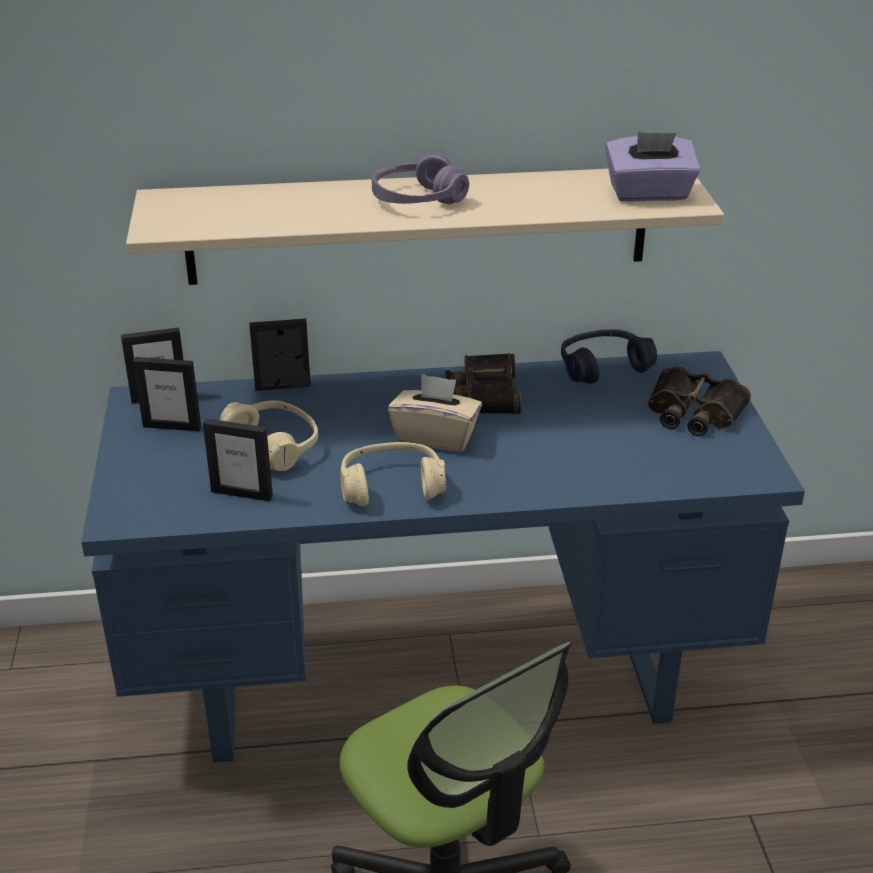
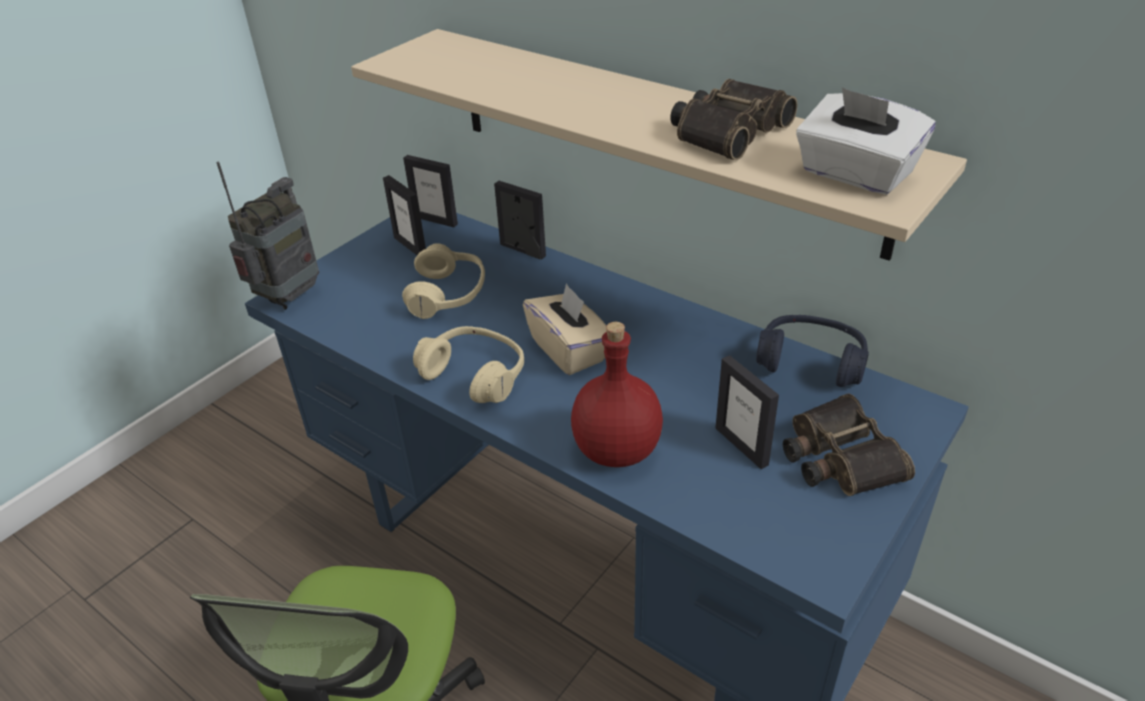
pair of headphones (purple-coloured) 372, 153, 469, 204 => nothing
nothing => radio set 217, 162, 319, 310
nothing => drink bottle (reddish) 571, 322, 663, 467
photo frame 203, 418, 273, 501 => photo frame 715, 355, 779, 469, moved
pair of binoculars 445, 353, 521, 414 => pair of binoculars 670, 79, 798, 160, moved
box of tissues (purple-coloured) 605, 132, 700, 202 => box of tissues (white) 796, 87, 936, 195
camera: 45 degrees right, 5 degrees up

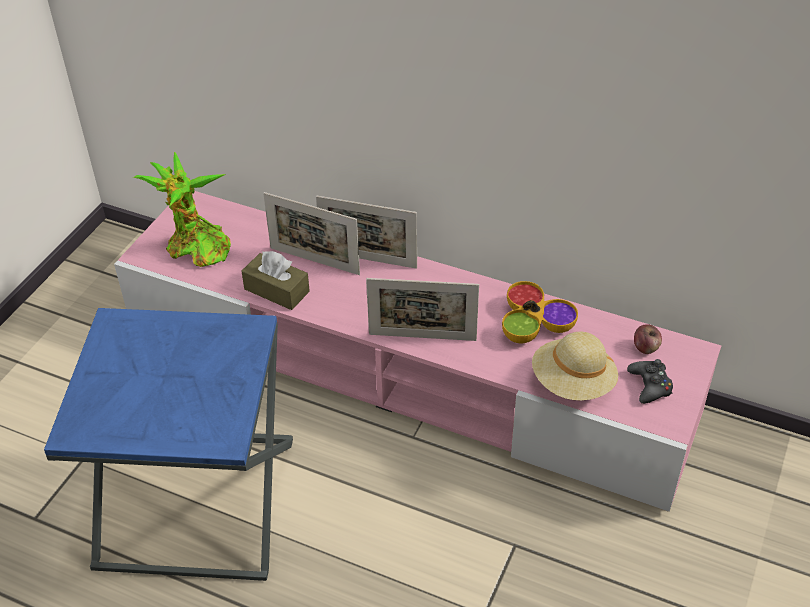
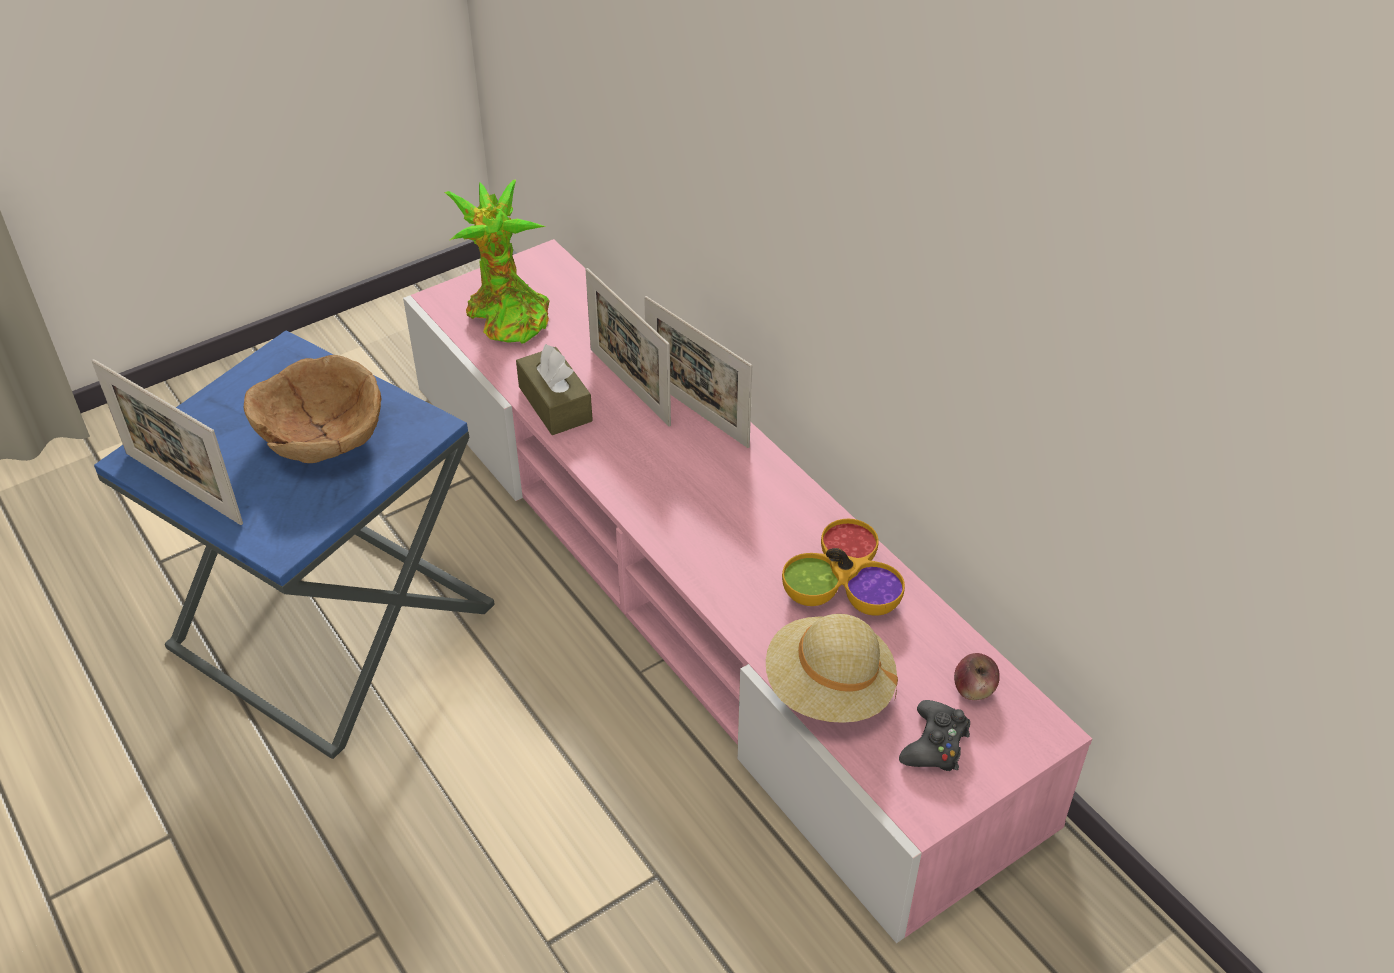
nothing => deep dish (brownish) 244, 355, 381, 463
photo frame 366, 278, 479, 341 => photo frame 92, 359, 243, 525, moved
camera: 30 degrees right, 0 degrees up

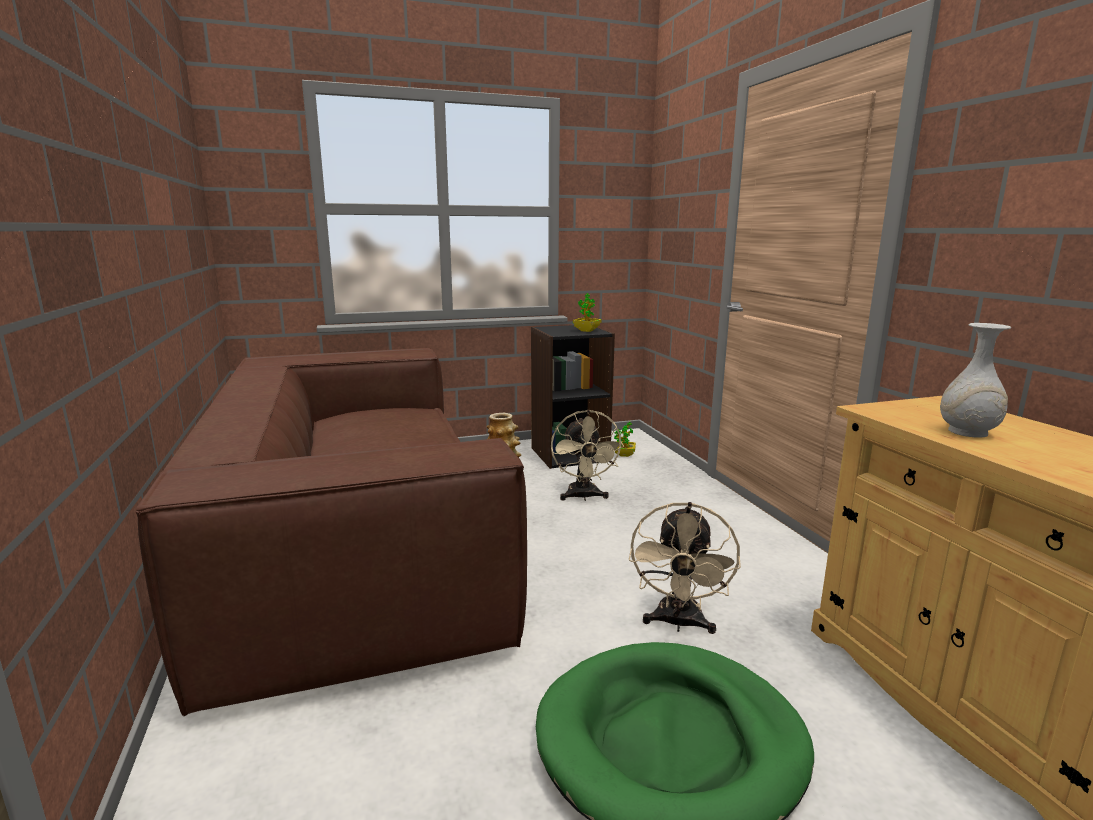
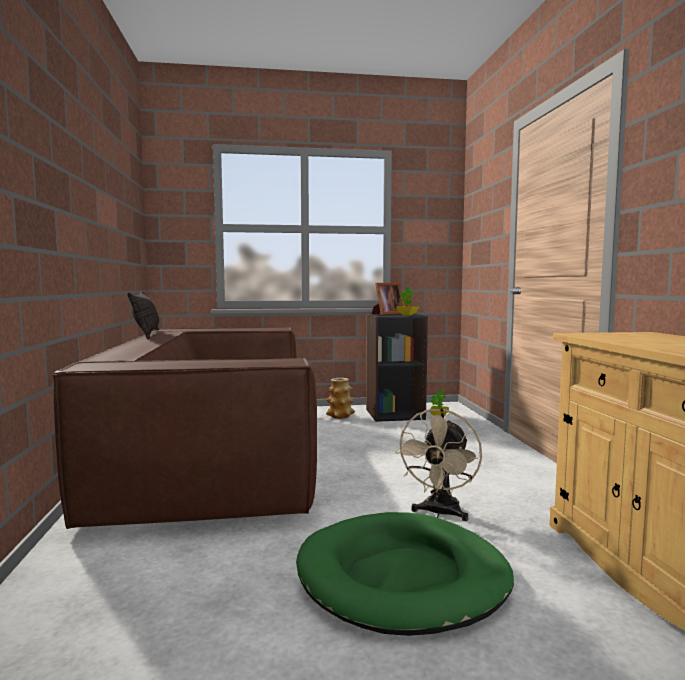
electric fan (beige) 551, 410, 624, 501 => nothing
decorative vase (white) 940, 323, 1011, 438 => nothing
nothing => cushion 128, 291, 159, 339
nothing => photo frame 372, 283, 404, 315
camera: 10 degrees right, 10 degrees down

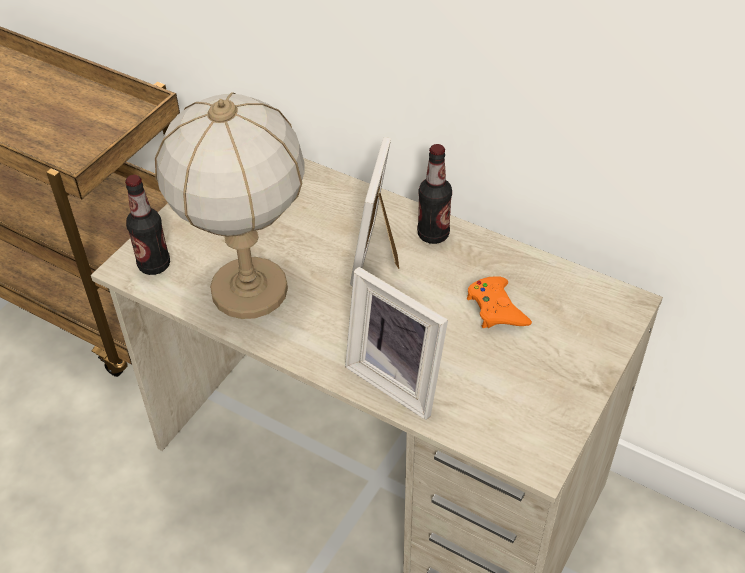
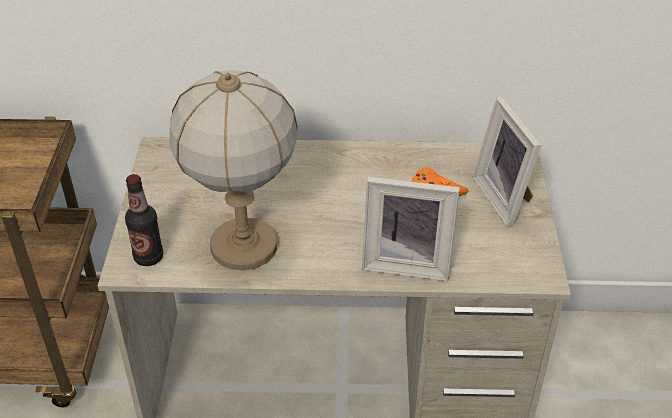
drink bottle 417, 144, 452, 244 => nothing
photo frame 350, 137, 399, 286 => photo frame 473, 97, 542, 227, moved
camera: 30 degrees left, 5 degrees down

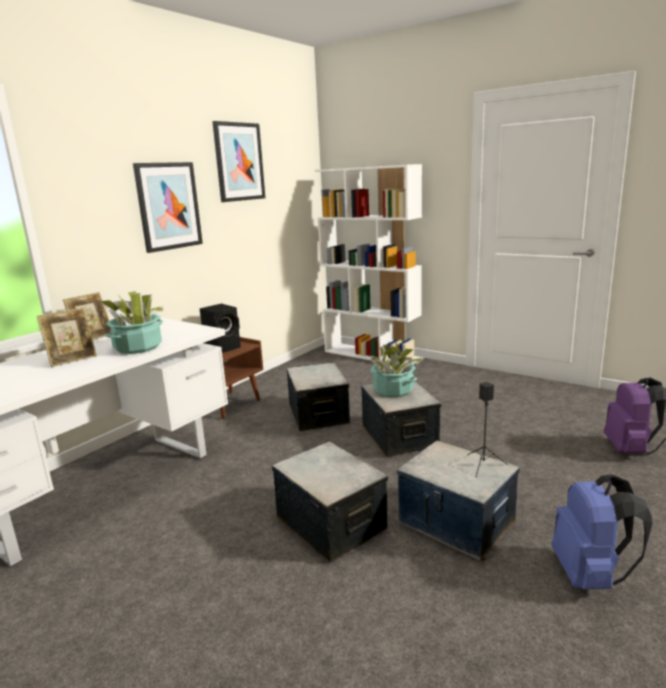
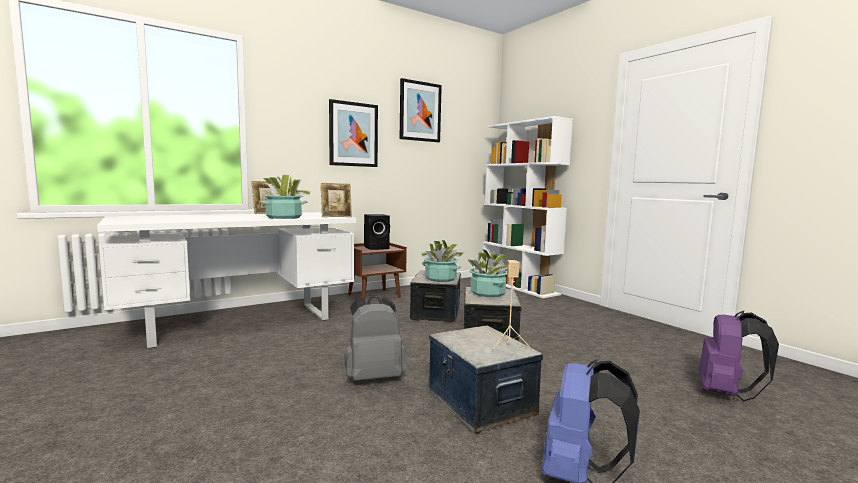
nothing => houseplant 421, 240, 464, 282
photo frame 37, 308, 97, 367 => photo frame 321, 183, 352, 217, moved
storage bin 272, 442, 388, 563 => knapsack (grey) 345, 295, 407, 381
speaker (blackish) 467, 382, 508, 477 => speaker (beige) 492, 260, 533, 351
camera: 20 degrees right, 10 degrees down

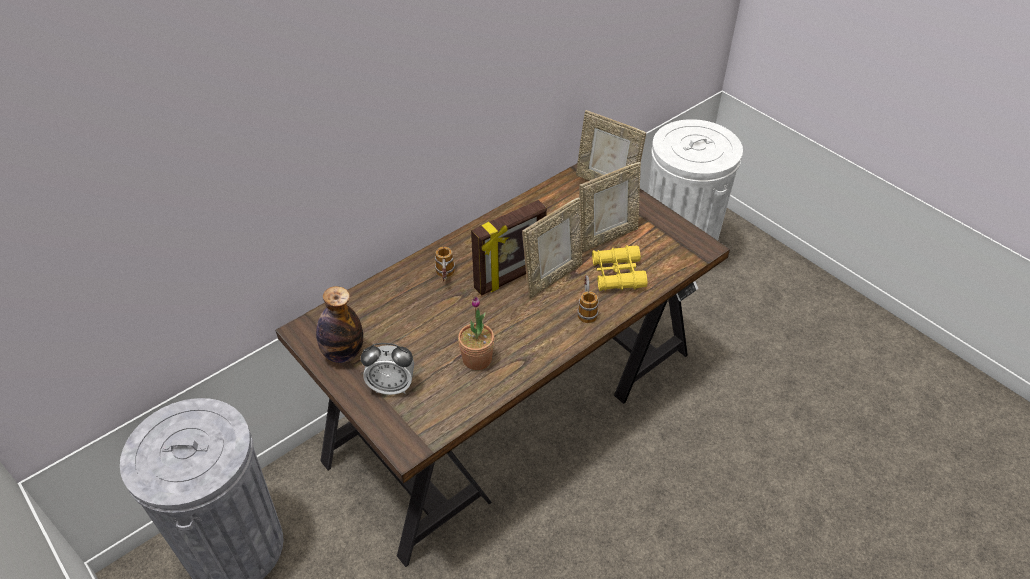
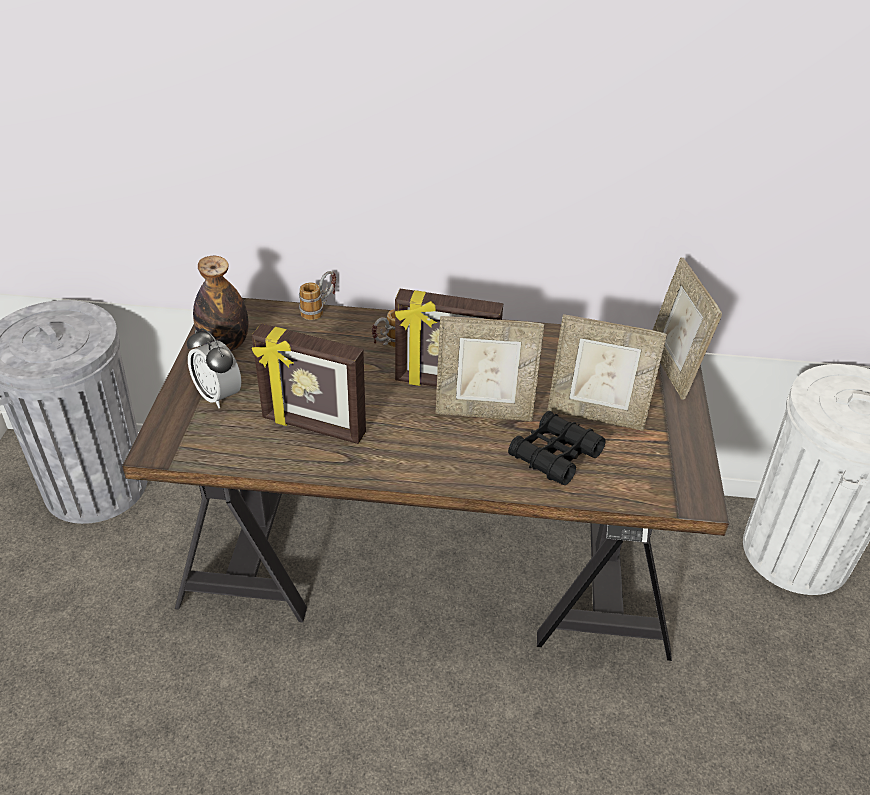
mug 577, 275, 599, 323 => mug 299, 271, 336, 320, moved
houseplant 458, 296, 494, 370 => photo frame 252, 323, 366, 444
pair of binoculars (yellow) 592, 245, 647, 291 => pair of binoculars (blackish) 508, 411, 606, 485
camera: 45 degrees right, 5 degrees down

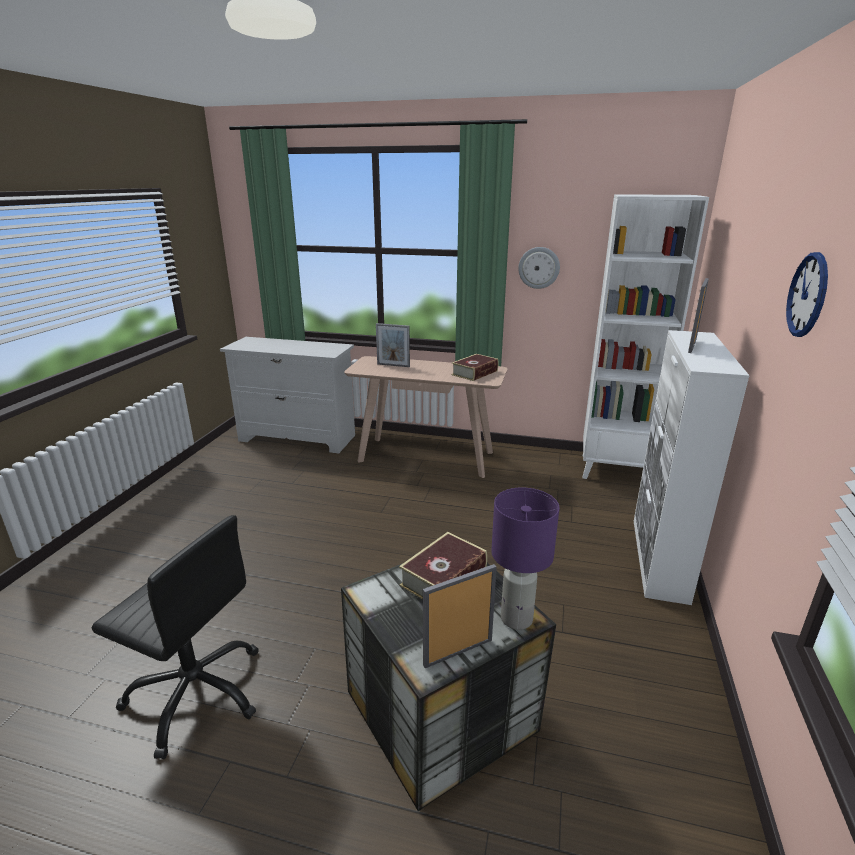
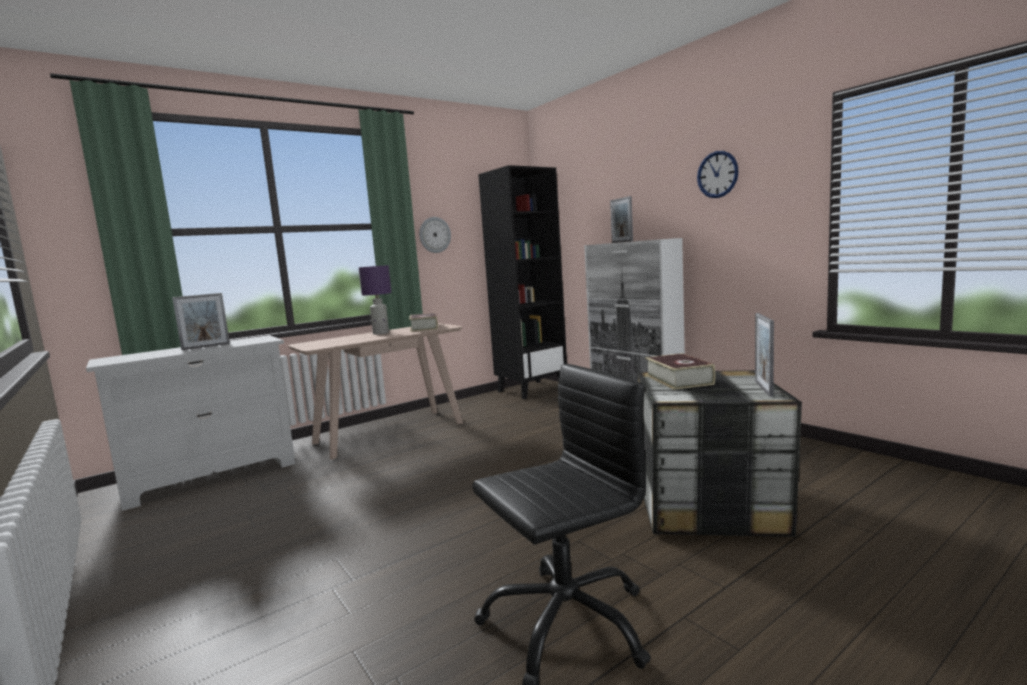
photo frame 376, 323, 410, 367 => photo frame 172, 293, 230, 350, moved
table lamp (purple-coloured) 491, 487, 559, 630 => table lamp (purple-coloured) 359, 265, 391, 335, moved
bookcase (white) 582, 194, 709, 479 => bookcase (blackish) 478, 165, 567, 399
camera: 50 degrees left, 15 degrees down

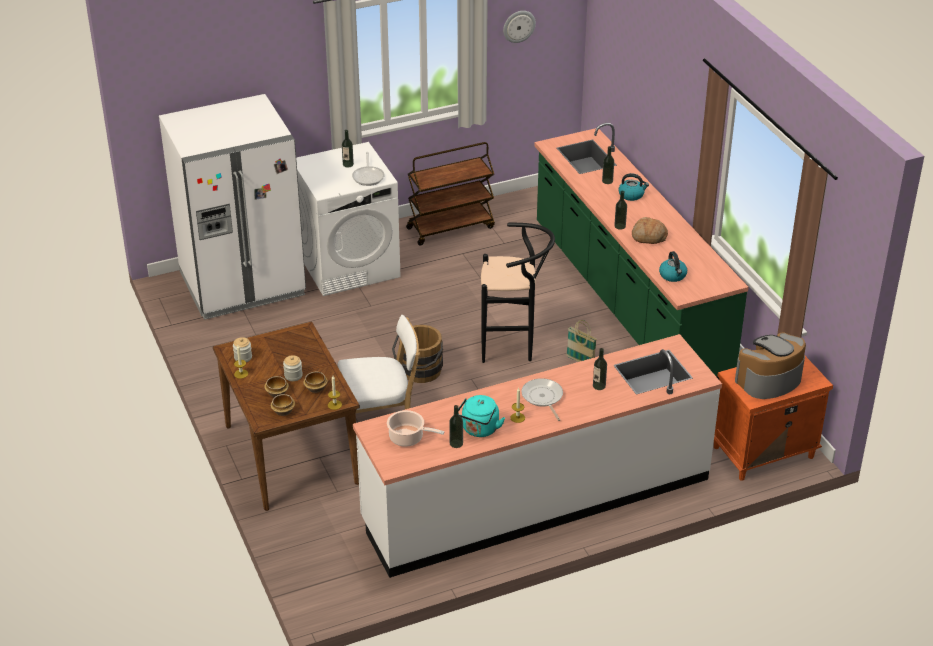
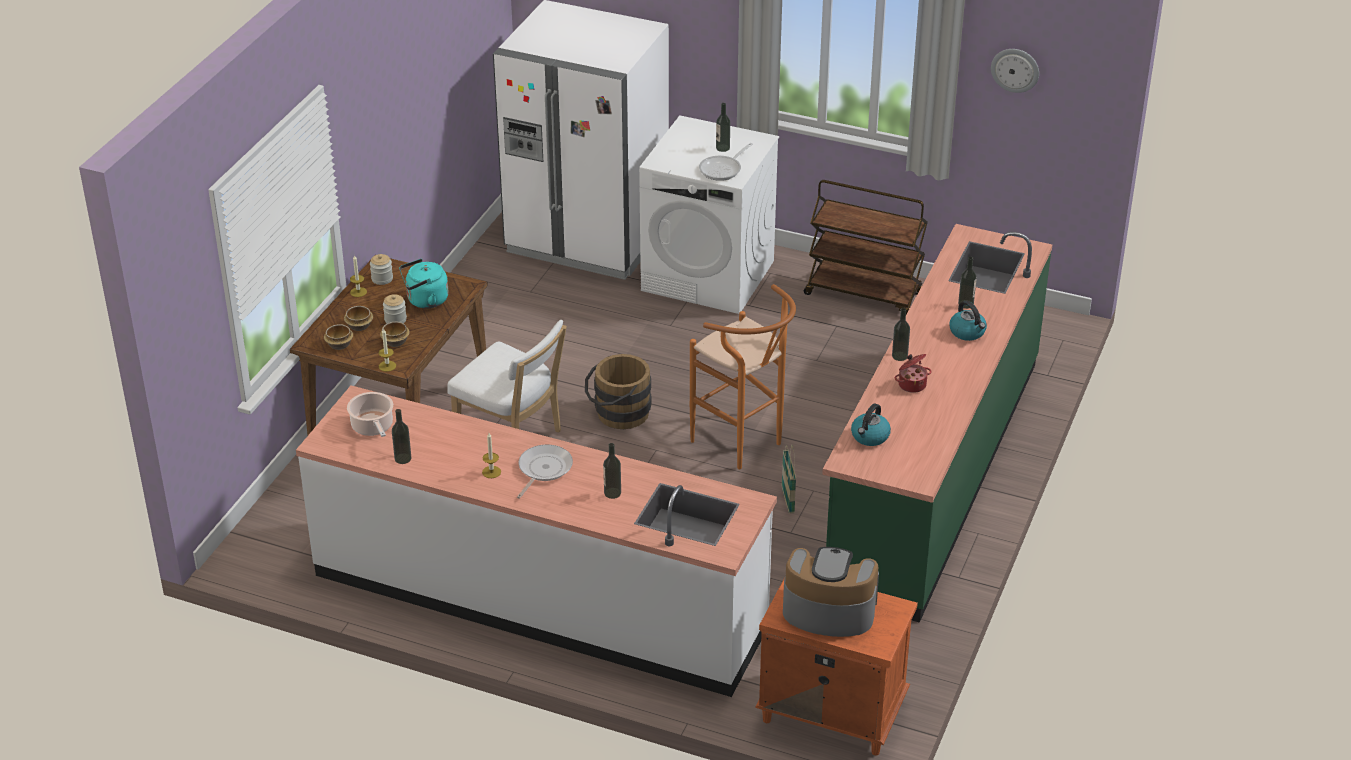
water kettle (blue-green) 458, 395, 505, 437 => water kettle (blue-green) 399, 259, 449, 309, moved
bread 632, 217, 668, 244 => stockpot 895, 354, 932, 393
sitting stool (blackish) 481, 222, 555, 363 => sitting stool (orange) 690, 284, 796, 469
camera: 45 degrees right, 0 degrees up

